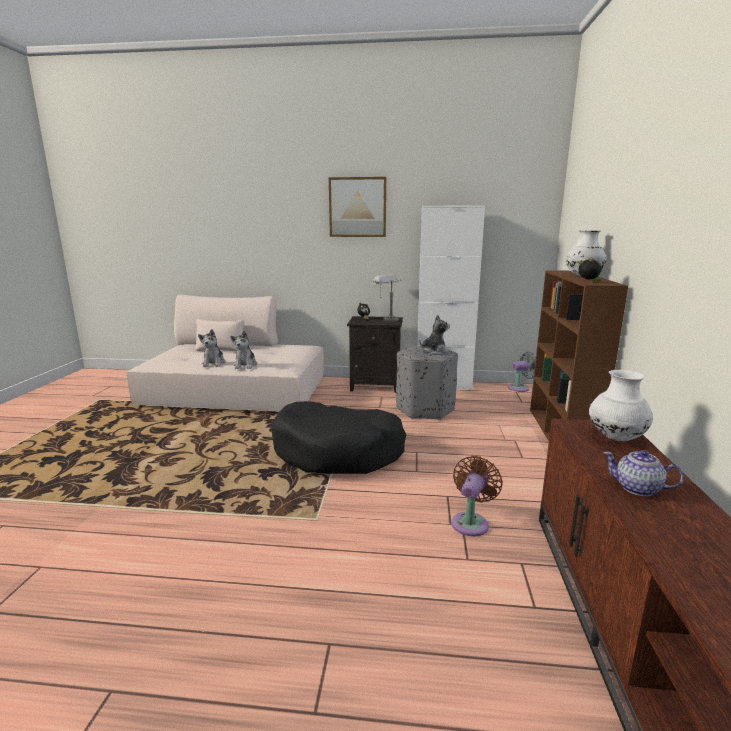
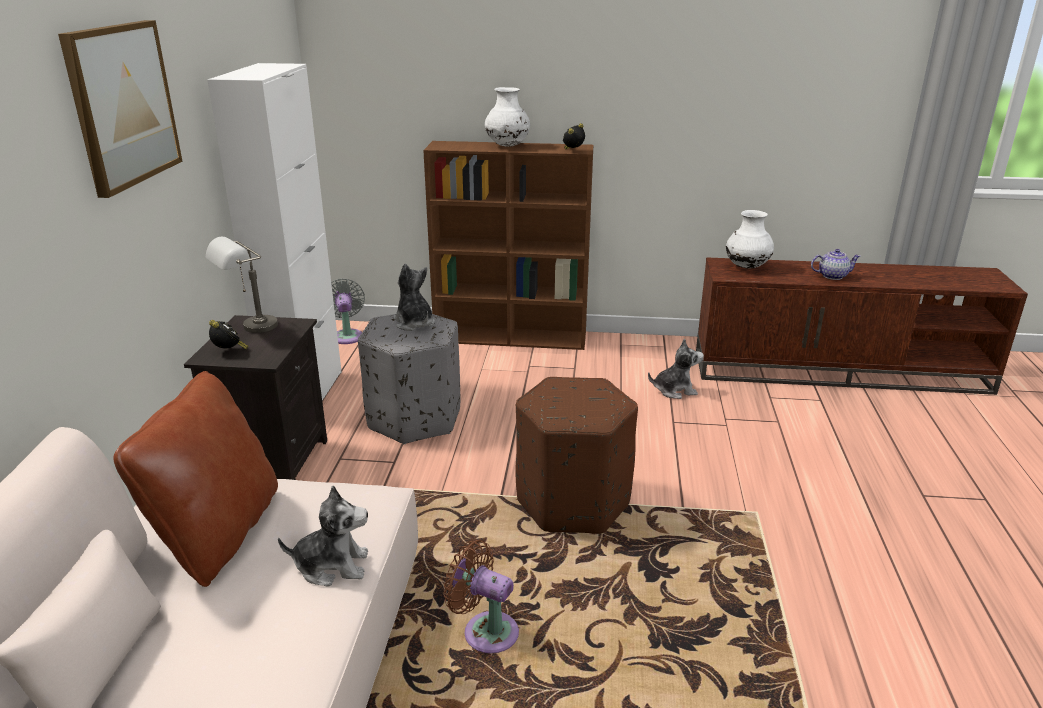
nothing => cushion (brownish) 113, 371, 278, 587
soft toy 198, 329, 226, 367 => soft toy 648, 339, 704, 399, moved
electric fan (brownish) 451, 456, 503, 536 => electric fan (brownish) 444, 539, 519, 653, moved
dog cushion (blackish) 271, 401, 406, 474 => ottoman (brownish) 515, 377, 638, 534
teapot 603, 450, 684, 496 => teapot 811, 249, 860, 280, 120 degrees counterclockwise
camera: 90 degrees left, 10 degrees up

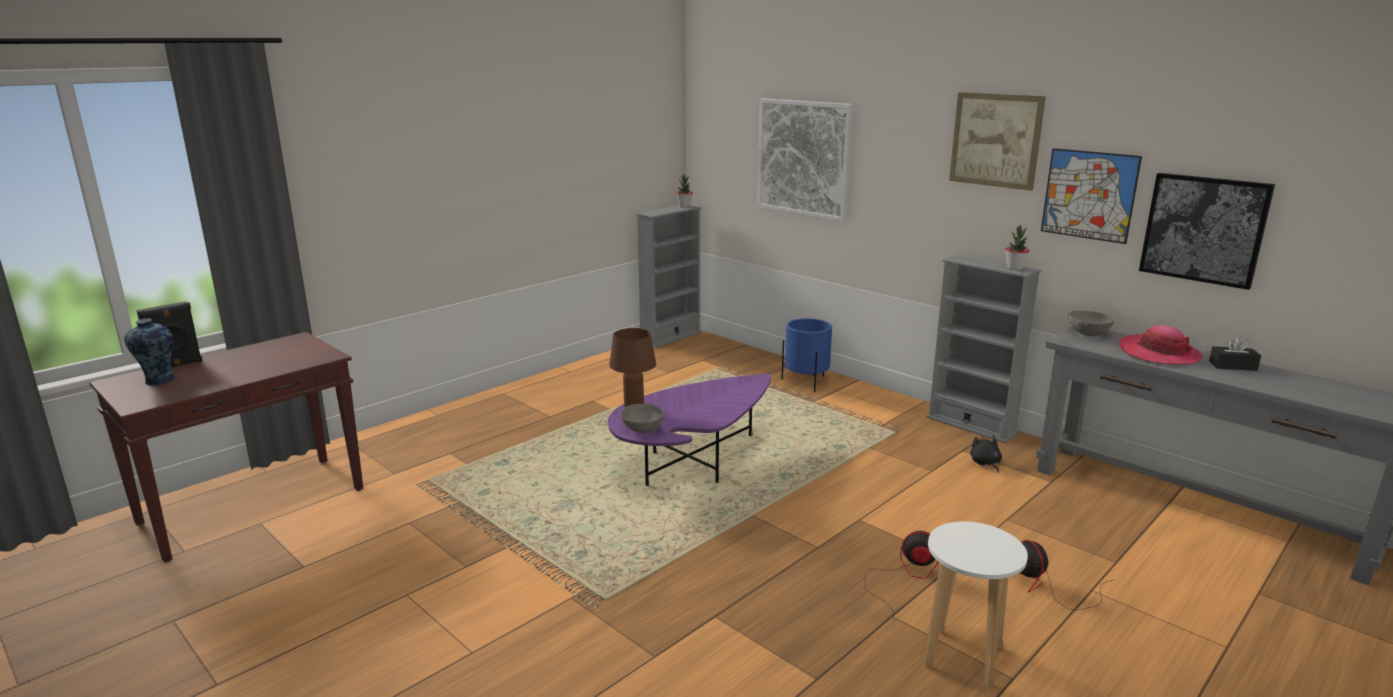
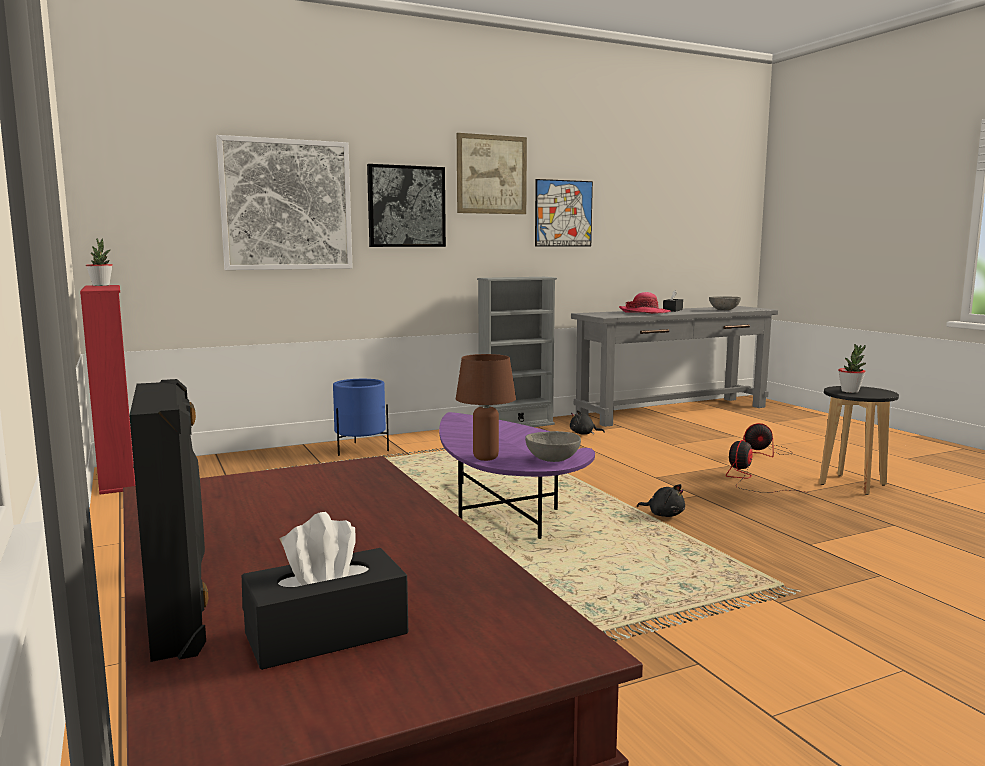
nothing => soft toy (blackish) 637, 484, 685, 517
houseplant 1005, 225, 1030, 270 => houseplant 838, 344, 866, 393, moved
deep dish (grey) 1068, 311, 1114, 336 => deep dish (grey) 709, 296, 741, 310, moved
wall picture 1139, 173, 1275, 290 => wall picture 367, 164, 446, 247, moved
decorative vase 124, 318, 175, 386 => box of tissues (blackish) 242, 512, 408, 670
bookcase (grey) 636, 205, 701, 348 => bookcase (reddish) 80, 285, 135, 494
sitting stool (white) 923, 521, 1028, 686 => sitting stool (blackish) 819, 386, 899, 495
camera: 70 degrees left, 10 degrees down

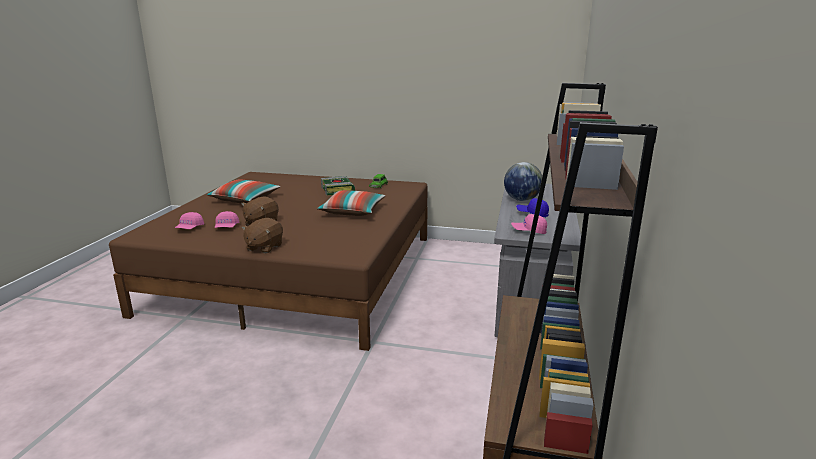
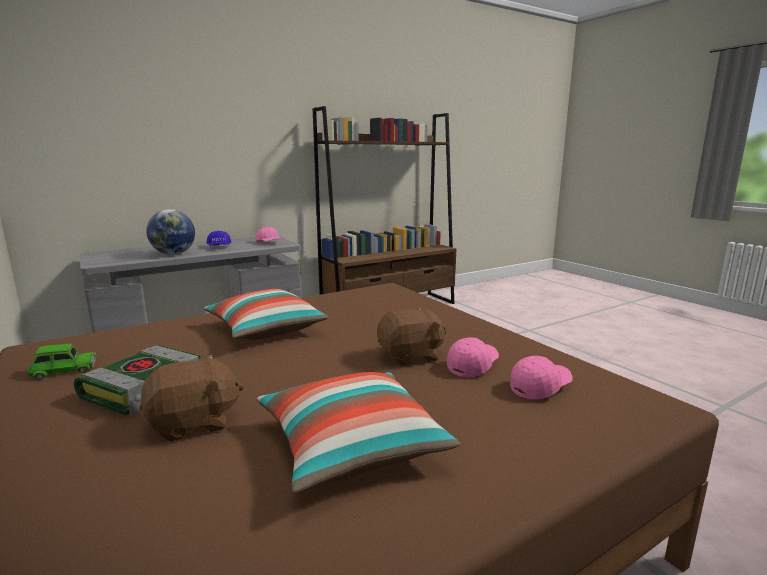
soft toy (brownish) 241, 218, 283, 253 => soft toy (brownish) 139, 355, 244, 441, moved
camera: 135 degrees left, 5 degrees down

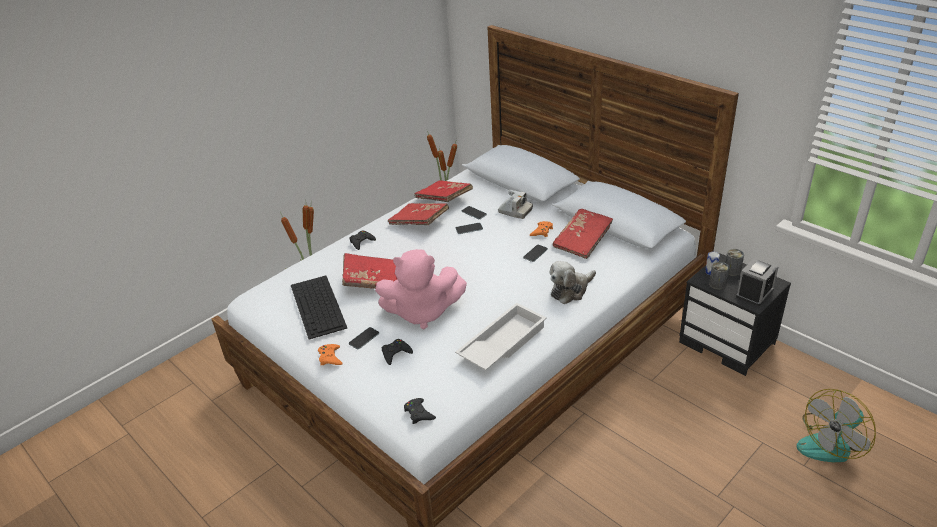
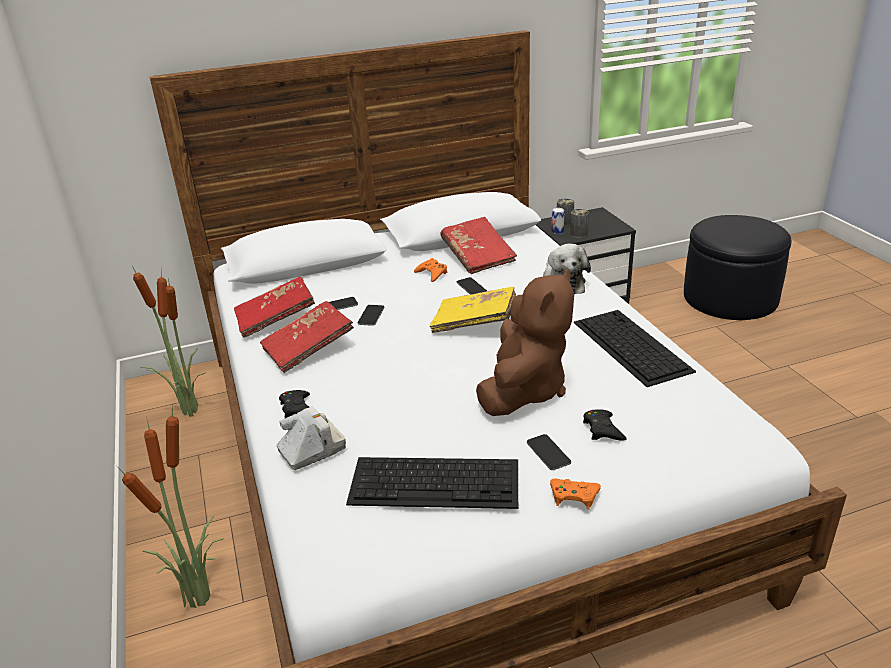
volume (reddish) 342, 253, 397, 289 => nothing
joypad (blackish) 404, 398, 436, 424 => nothing
bedside clock 736, 257, 779, 306 => nothing
nothing => volume (yellow) 430, 287, 516, 333
photo camera 498, 190, 533, 219 => photo camera 277, 406, 346, 470, moved
serving tray (white) 455, 303, 547, 370 => computer keyboard 574, 310, 696, 387
electric fan 796, 389, 876, 462 => ottoman (blackish) 684, 215, 791, 320
soft toy (pinkish) 375, 249, 467, 329 => soft toy (brownish) 476, 269, 574, 416
camera: 65 degrees left, 5 degrees down

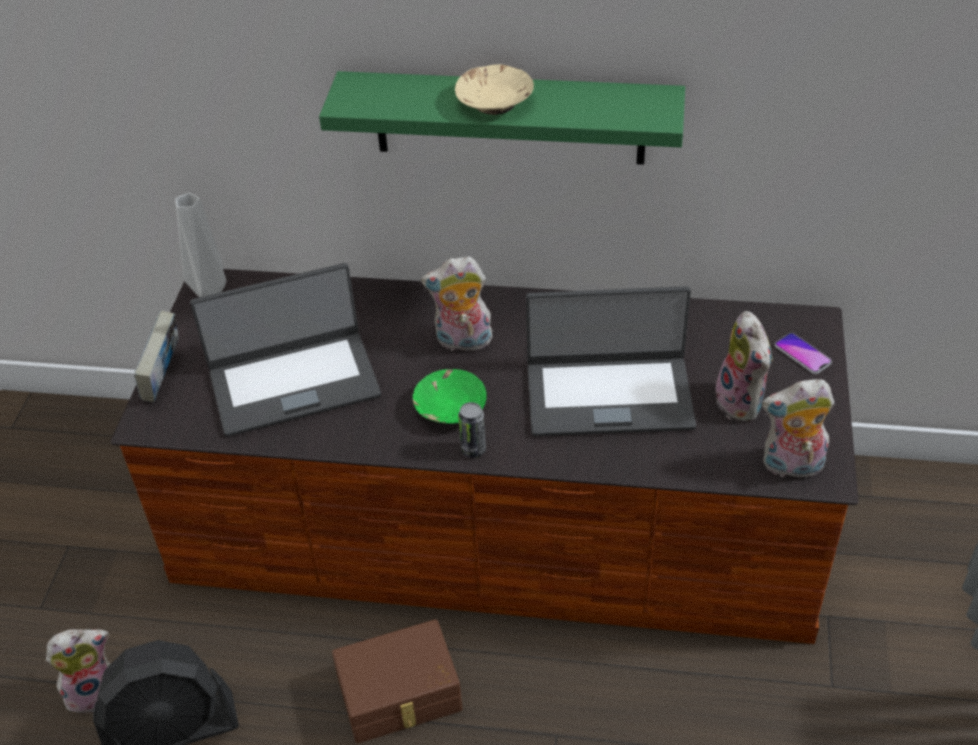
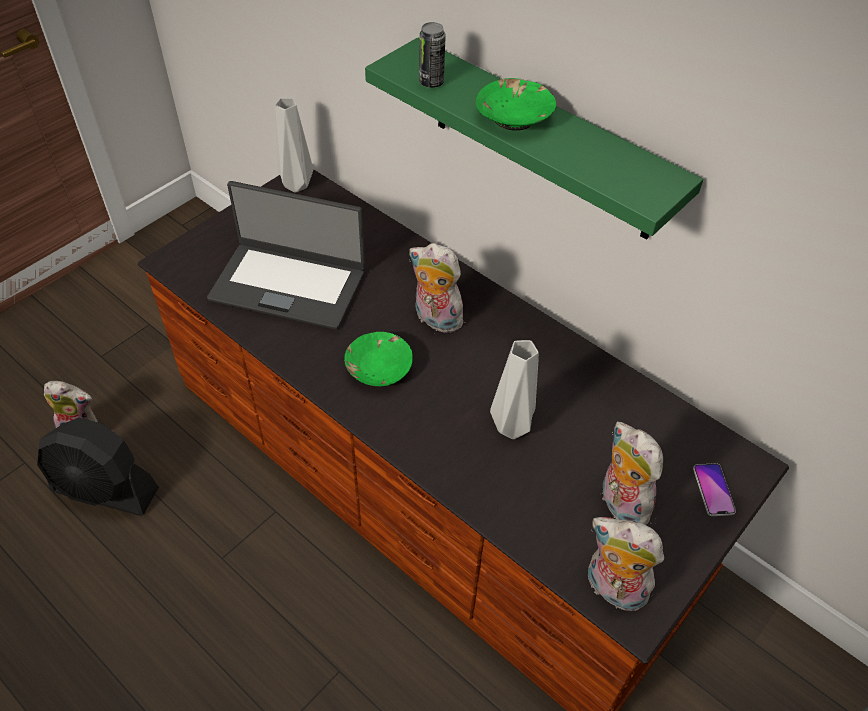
volume 134, 311, 178, 402 => nothing
storage bin (brownish) 332, 619, 462, 743 => nothing
can 458, 402, 486, 458 => can 419, 22, 446, 88, moved
portable computer 526, 286, 696, 436 => decorative vase (grey) 490, 340, 539, 439
deep dish (beige) 455, 64, 534, 115 => deep dish (green) 476, 78, 556, 131
soft toy 716, 311, 773, 422 => soft toy 602, 422, 663, 525, 135 degrees clockwise
camera: 30 degrees right, 5 degrees up

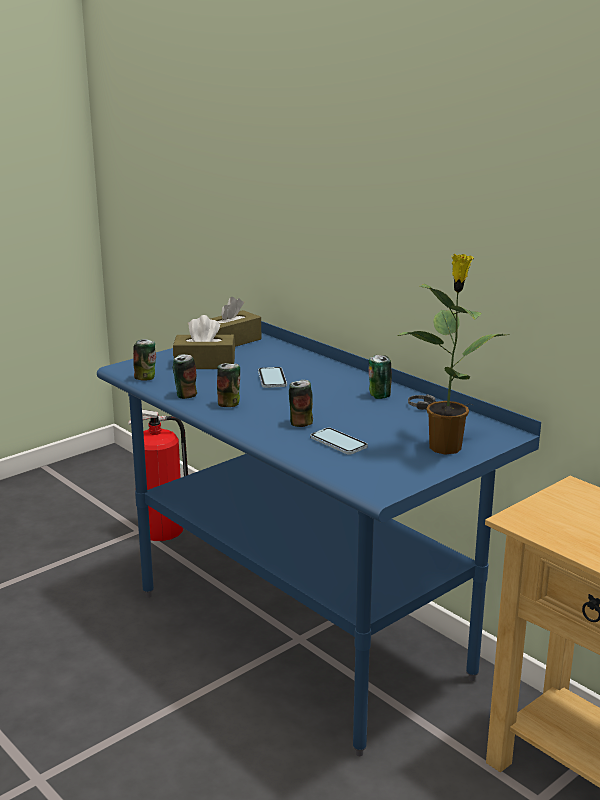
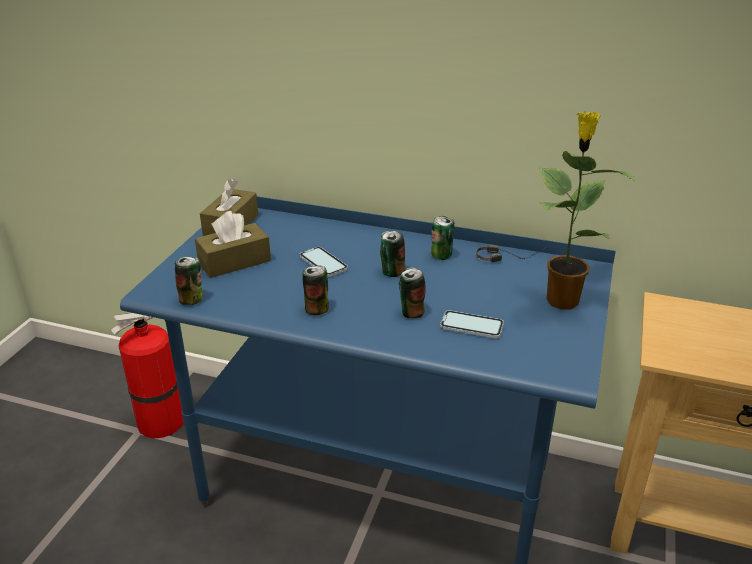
can 173, 354, 197, 399 => can 380, 231, 405, 277, moved
camera: 30 degrees left, 10 degrees up

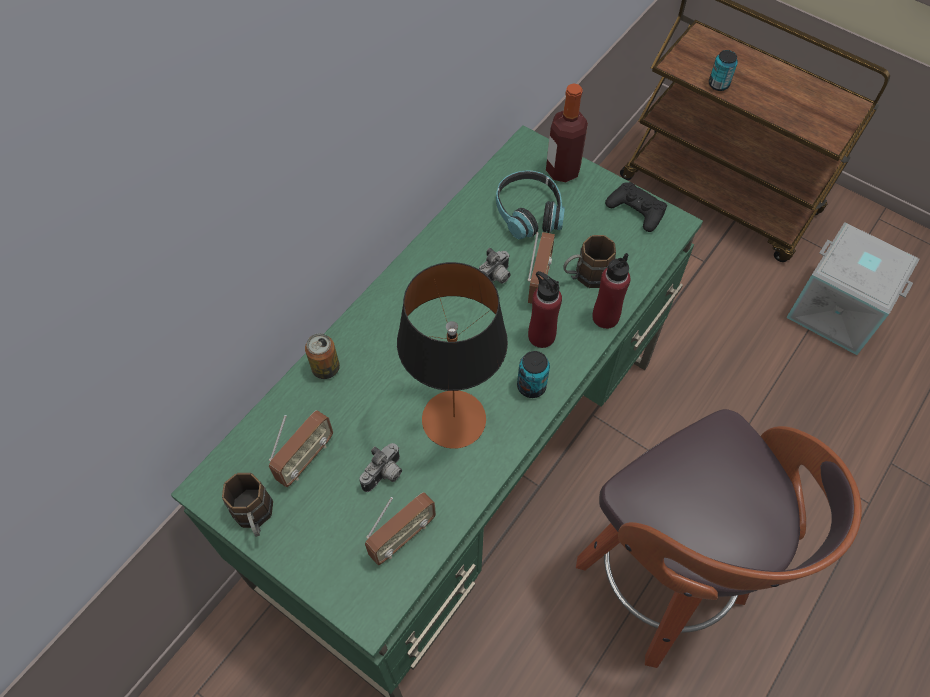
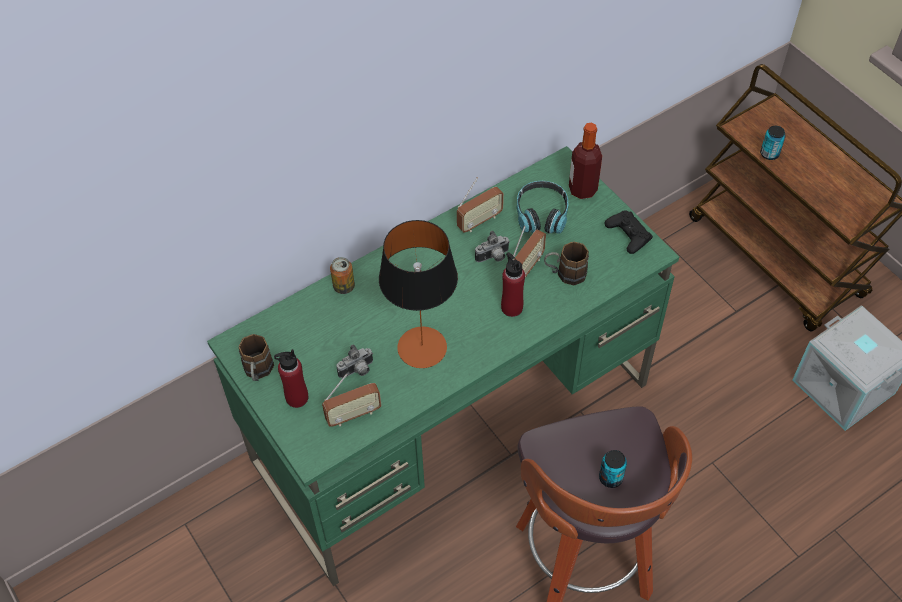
radio set 269, 410, 333, 487 => radio set 457, 177, 504, 233, moved
can 517, 351, 550, 398 => can 599, 450, 627, 488, moved
drink bottle (reddish) 592, 253, 630, 329 => drink bottle (reddish) 274, 349, 308, 408, moved
camera: 20 degrees right, 5 degrees down

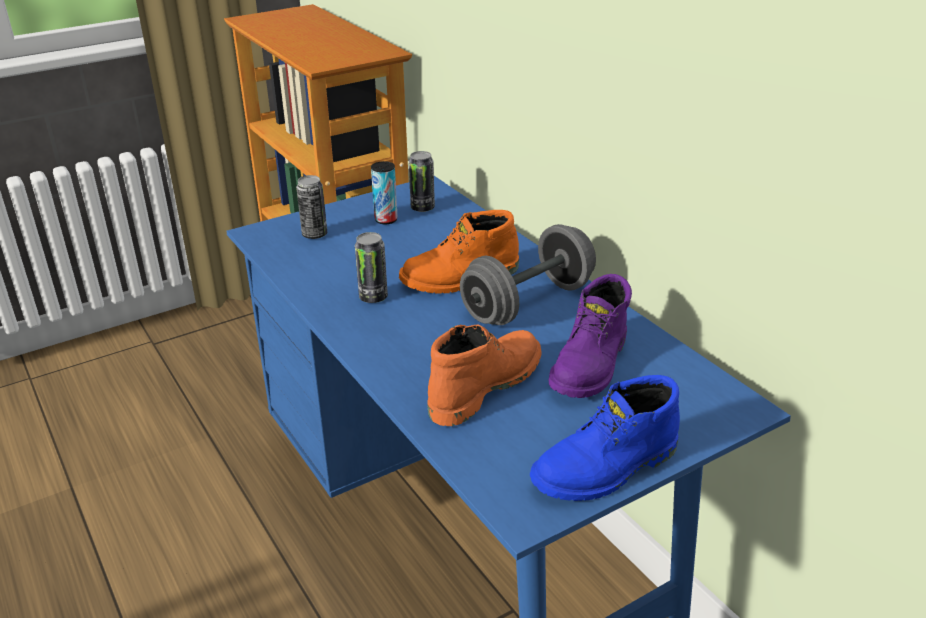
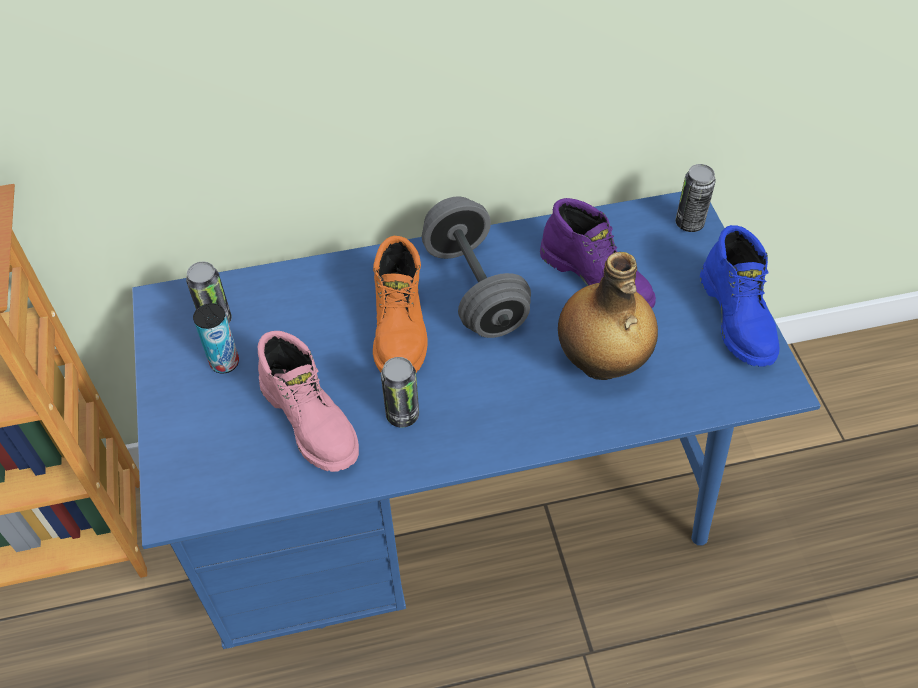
nothing => tall boot (pinkish) 258, 331, 359, 472
can 296, 175, 327, 239 => can 675, 164, 716, 232, moved
tall boot (orange) 427, 325, 542, 426 => drink bottle 558, 252, 658, 380
camera: 70 degrees left, 20 degrees up

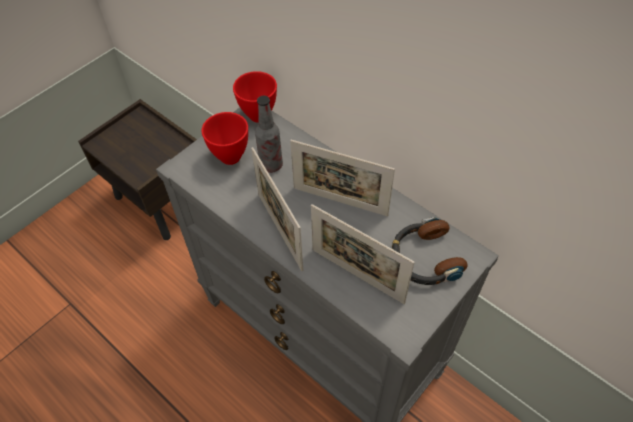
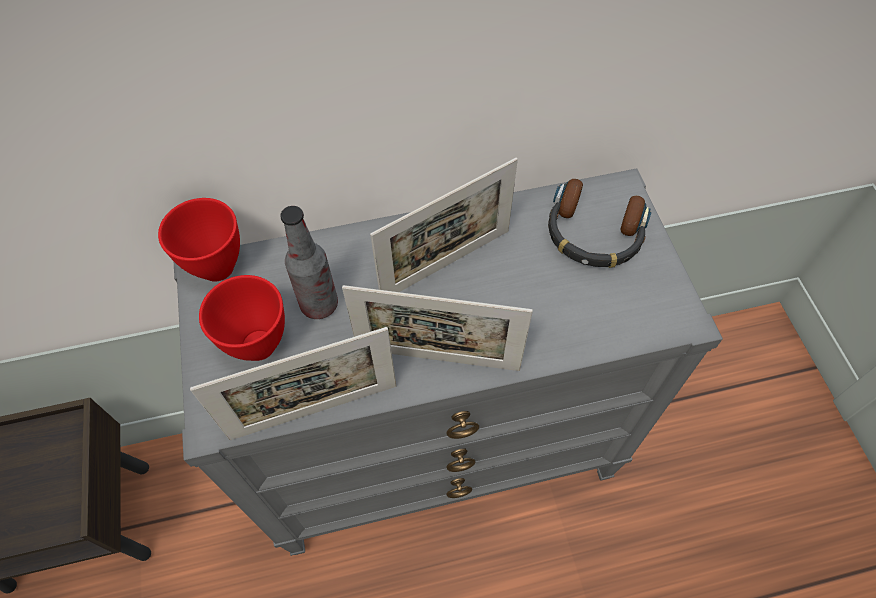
photo frame 311, 204, 415, 304 => photo frame 190, 327, 397, 440, moved
camera: 55 degrees left, 5 degrees up

